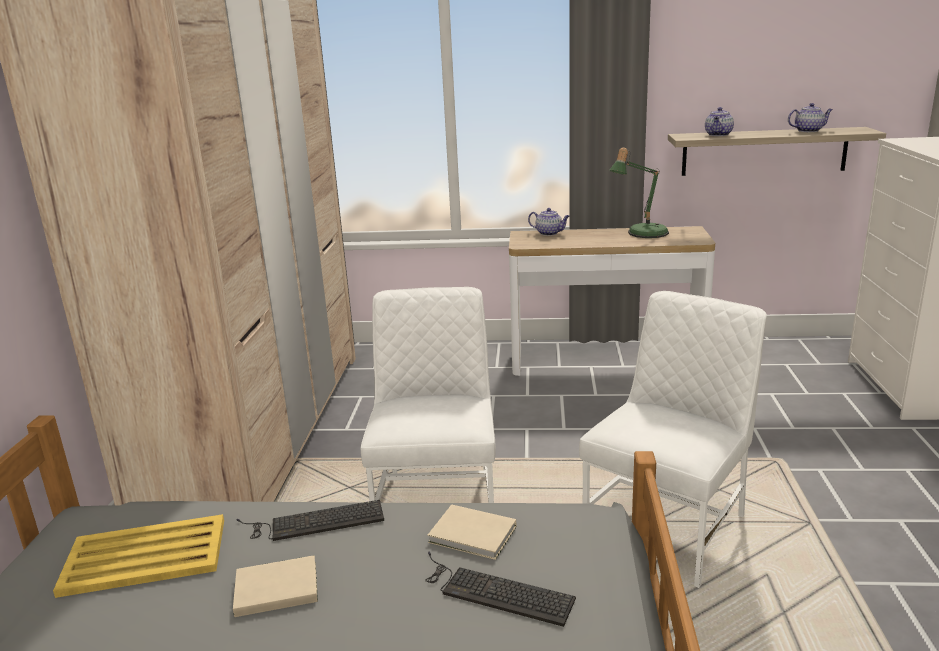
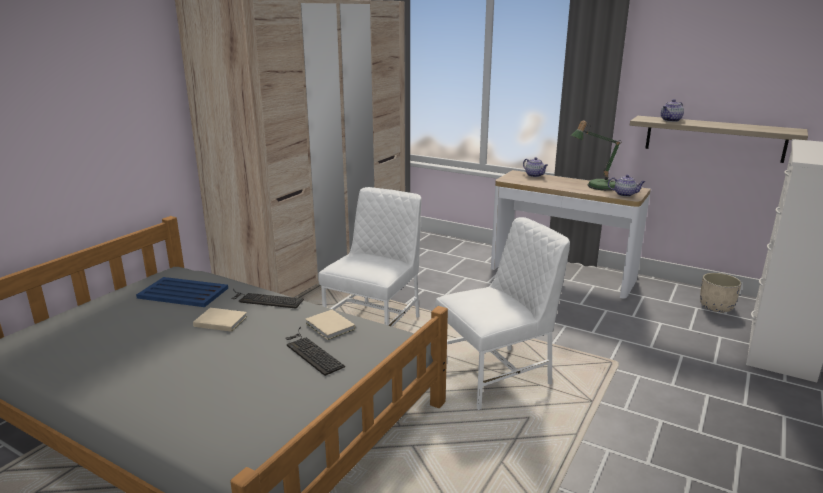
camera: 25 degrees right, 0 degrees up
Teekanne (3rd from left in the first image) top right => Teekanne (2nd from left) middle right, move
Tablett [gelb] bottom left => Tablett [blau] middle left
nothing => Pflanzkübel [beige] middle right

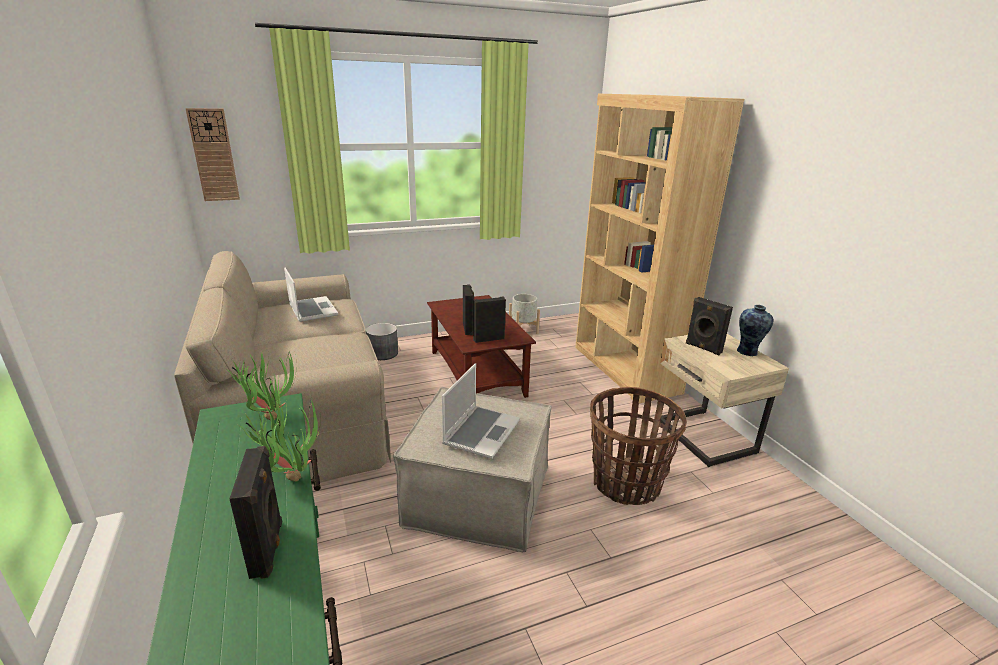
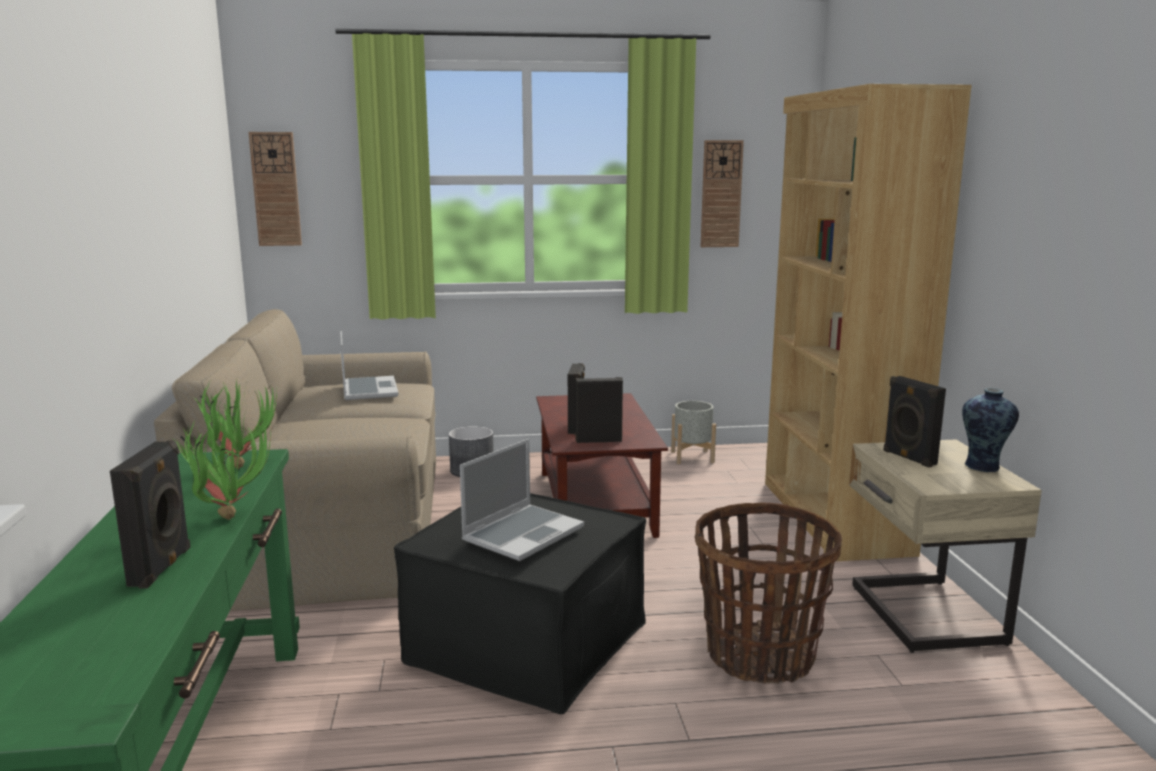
camera: 15 degrees right, 10 degrees down
Polsterhocker [beige] bottom centre => Polsterhocker [schwarz] bottom centre
nothing => Wanduhr (2nd from left) top centre

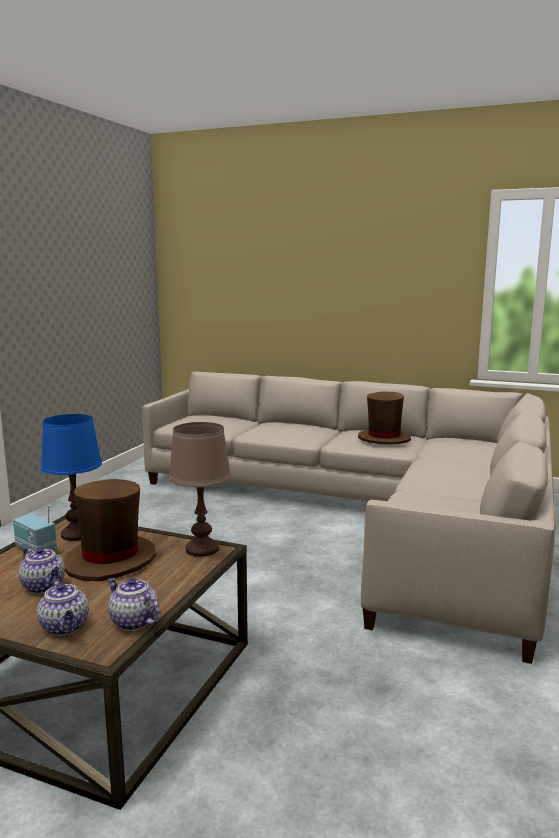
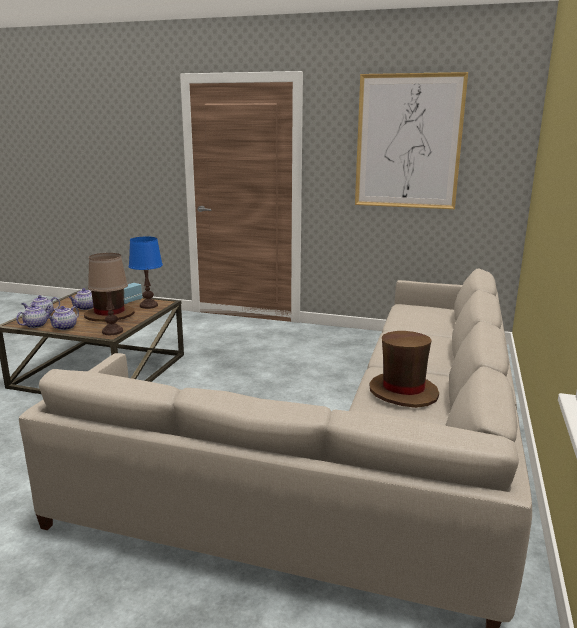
camera: 85 degrees right, 5 degrees up
nothing => Bild top right
nothing => Teekanne (3rd from left) middle left

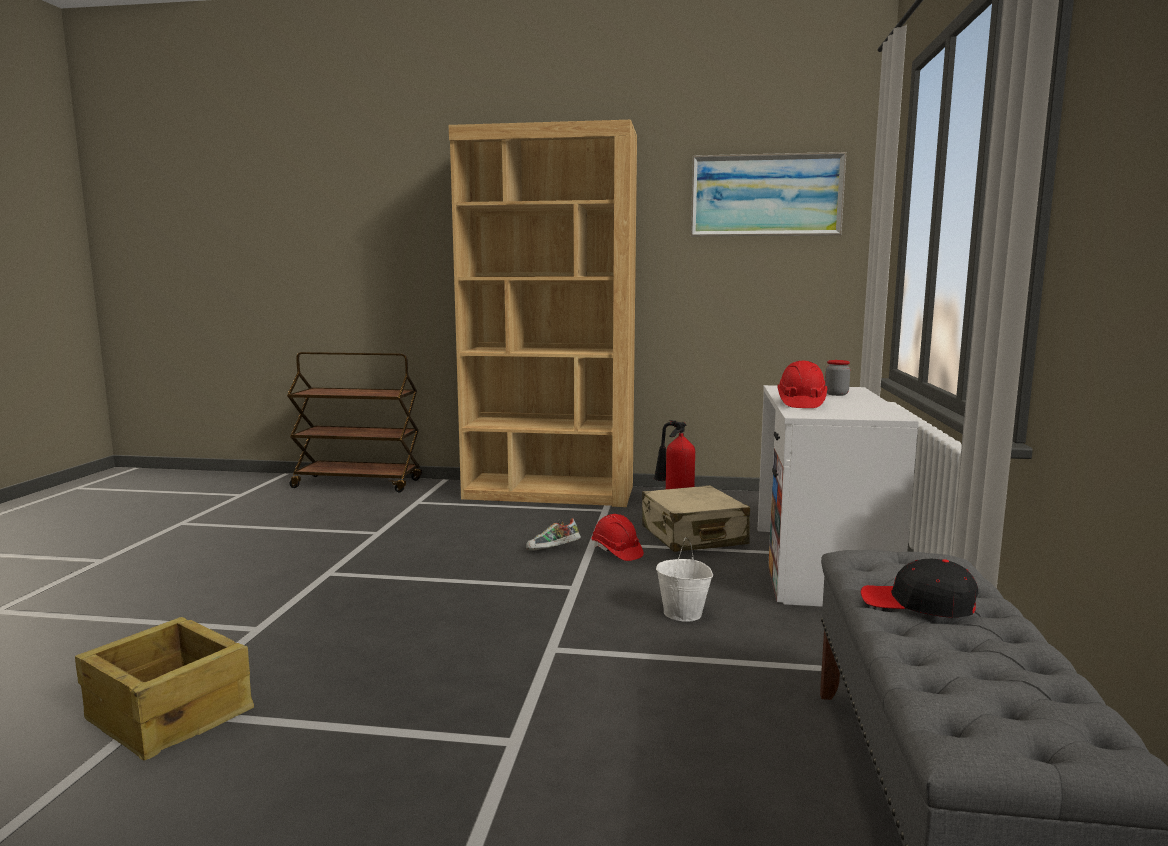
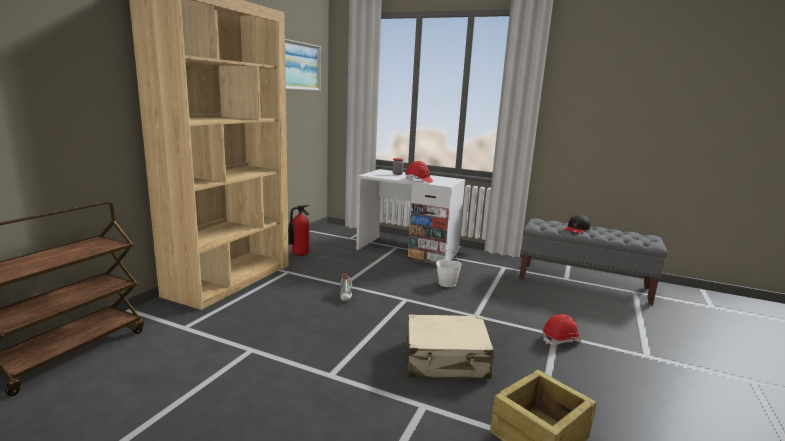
camera: 75 degrees left, 5 degrees up
Koffer [beige] centre => Koffer [beige] bottom centre, move
Schutzhelm [rot] (1st from left in the first image) centre => Schutzhelm [rot] (2nd from left) bottom right, move

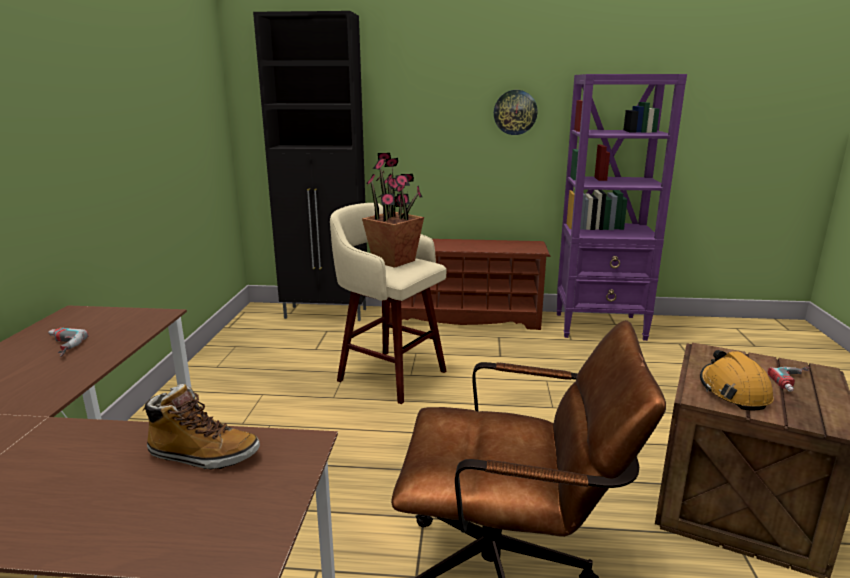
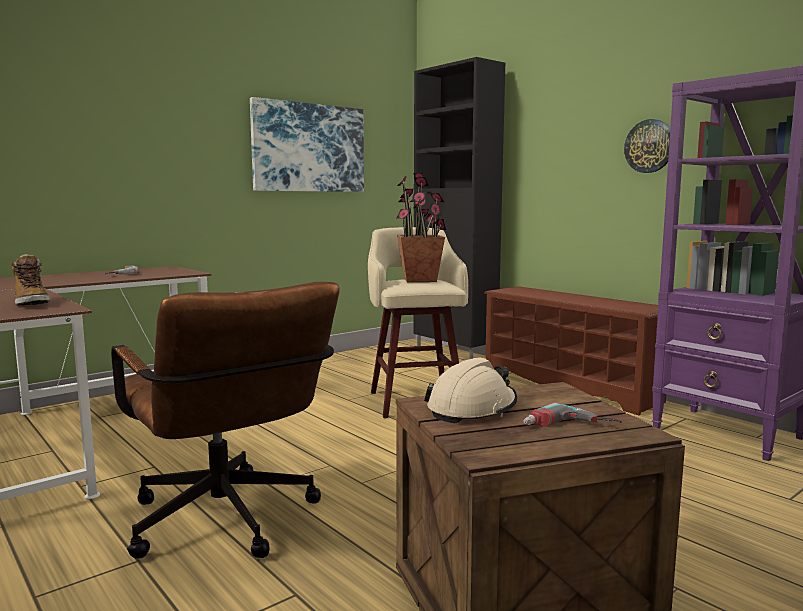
camera: 45 degrees right, 10 degrees down
Schutzhelm [orange] middle right => Schutzhelm [beige] centre
nothing => Bild top centre

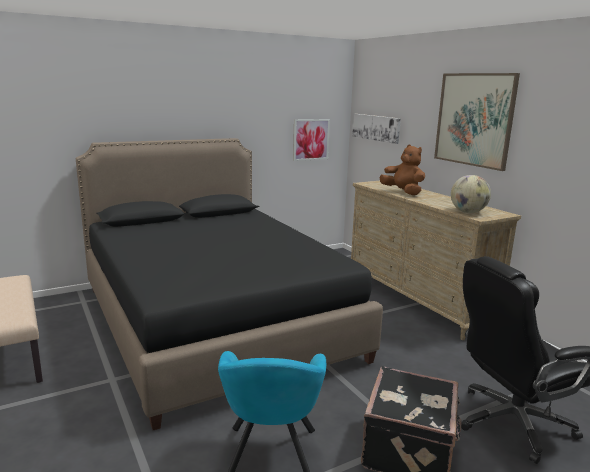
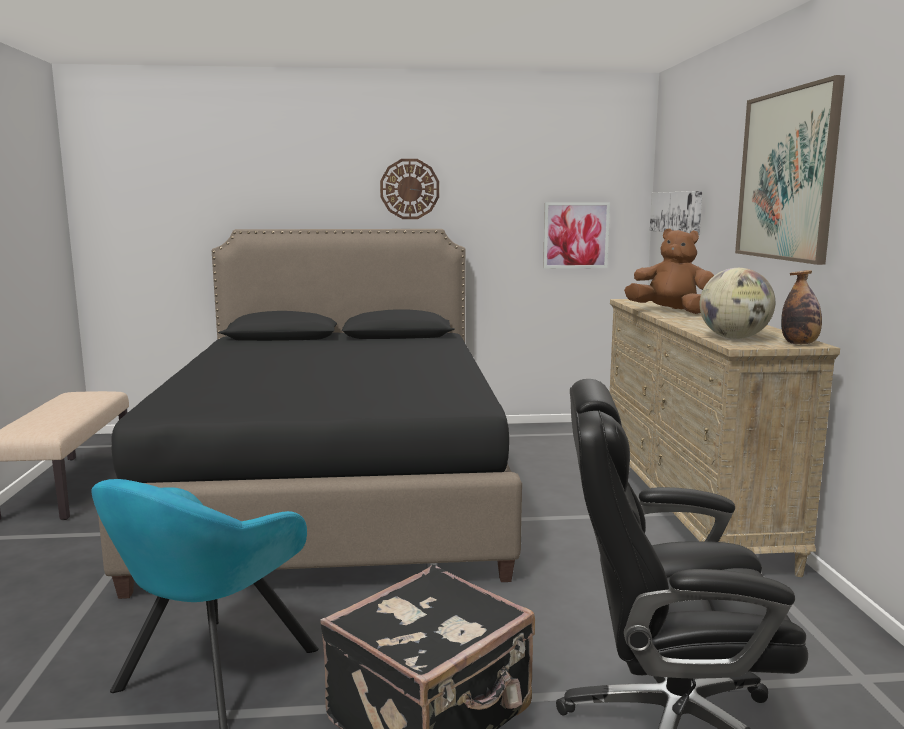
camera: 25 degrees right, 5 degrees down
Plüschtier [braun] middle right, 45 degrees counterclockwise
nothing => Wanduhr top centre
nothing => Flasche middle right

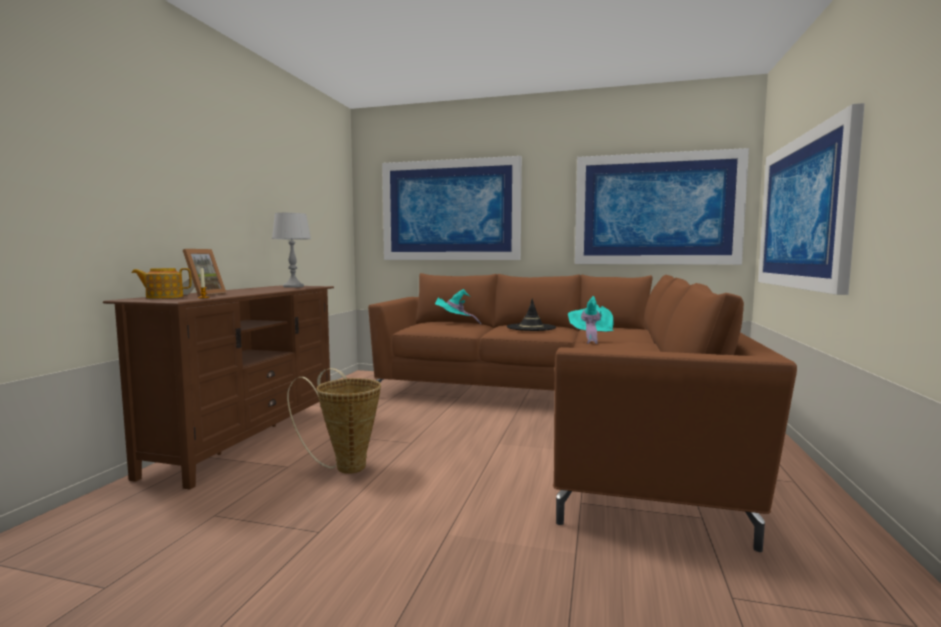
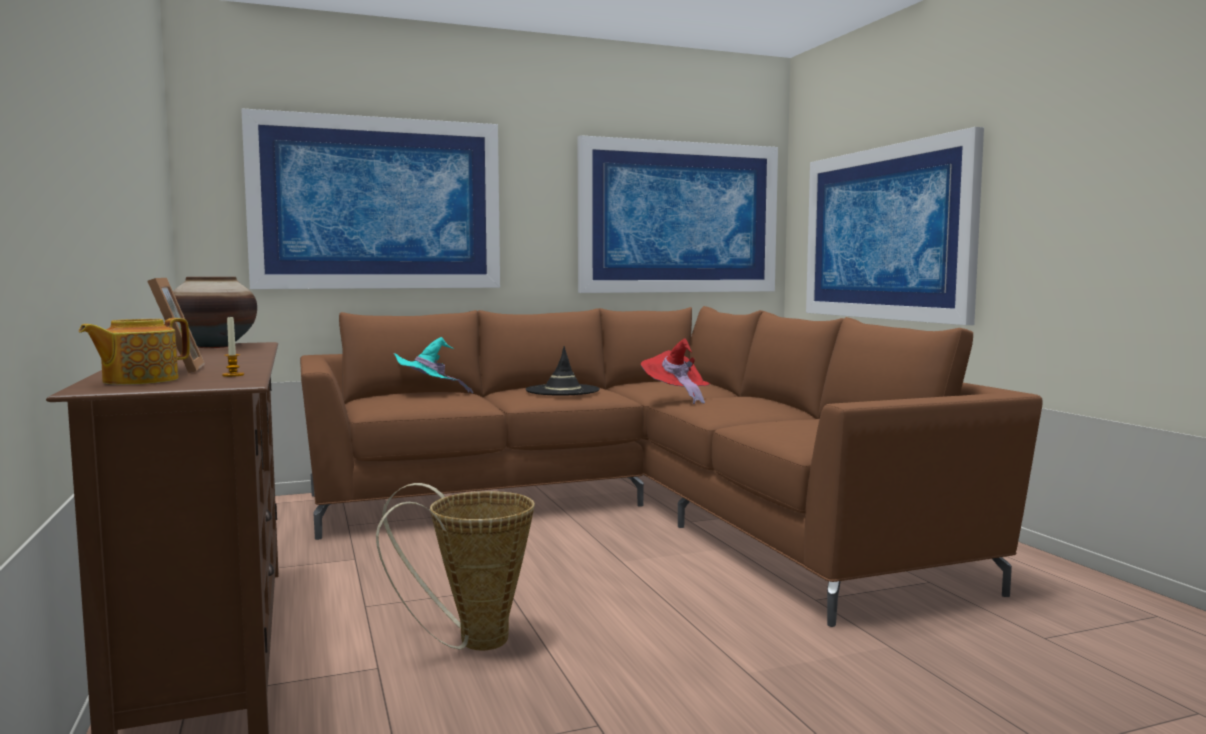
camera: 35 degrees left, 0 degrees up
Tischlampe [grau] middle left => Vase middle left
Hut [türkis] (2nd from left) centre => Hut [rot] centre

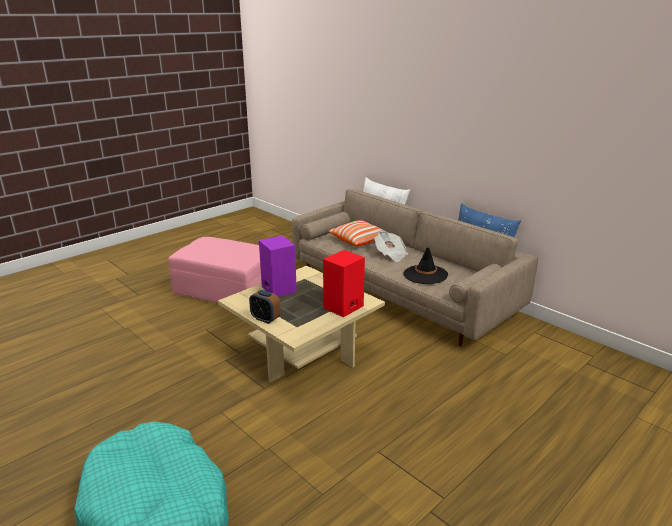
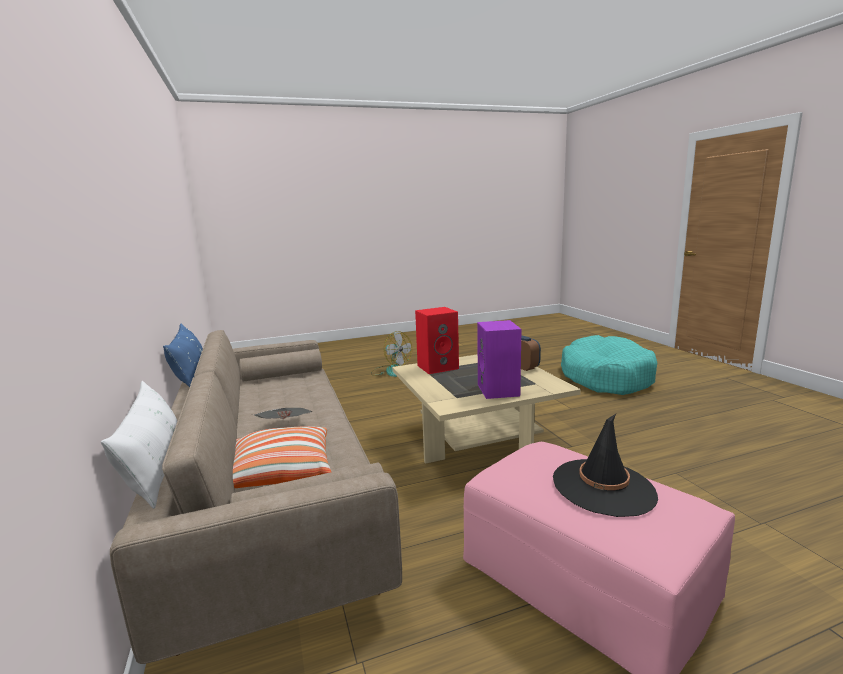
camera: 155 degrees left, 10 degrees down
Hut [schwarz] centre => Hut [schwarz] bottom right, move
nothing => Ventilator centre

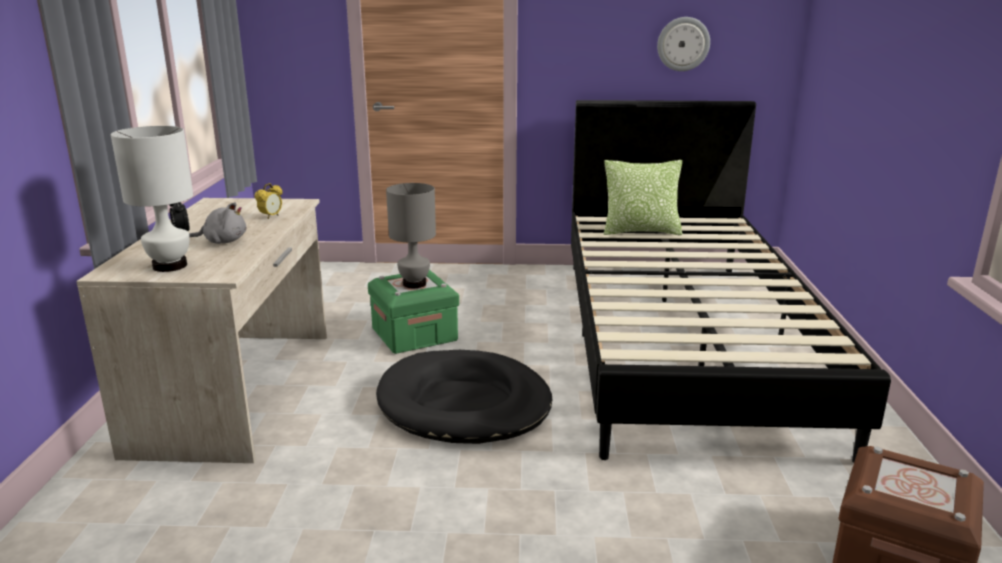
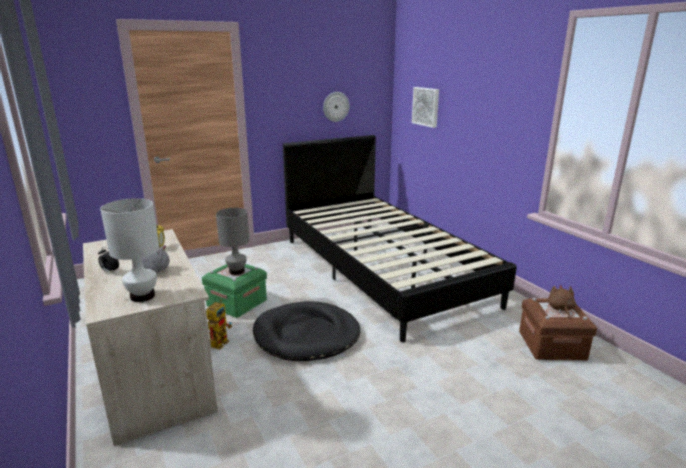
camera: 30 degrees left, 0 degrees up
Kissen centre => nothing
nothing => Bild top centre
nothing => Plüschtier [braun] middle right
nothing => Spielzeugroboter bottom left

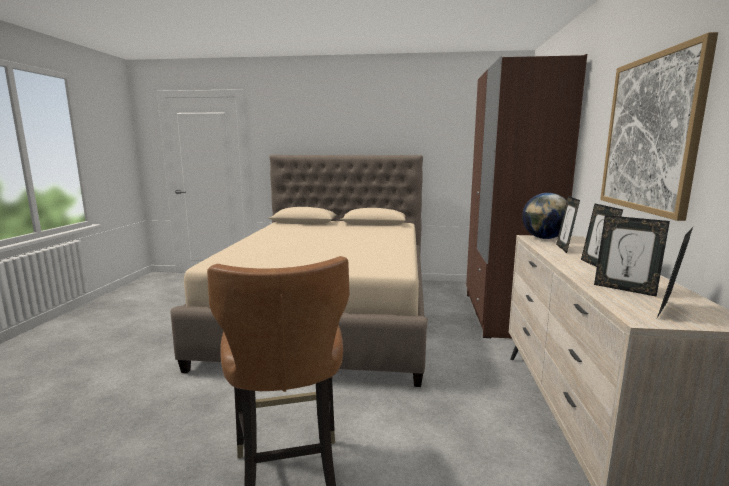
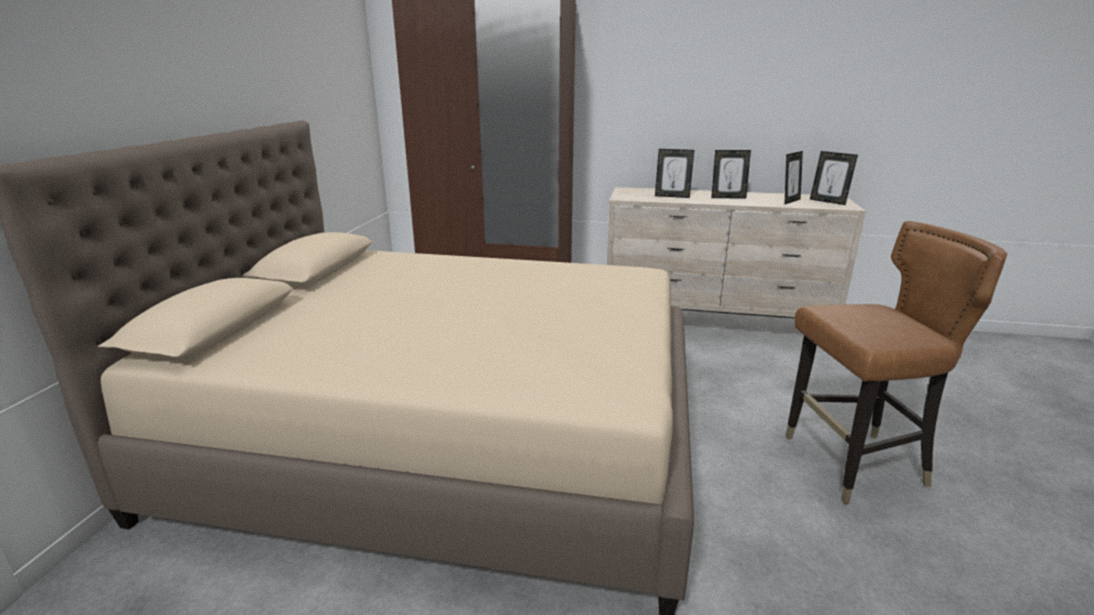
camera: 85 degrees left, 10 degrees up
Bild top right => nothing
Globus middle right => nothing

